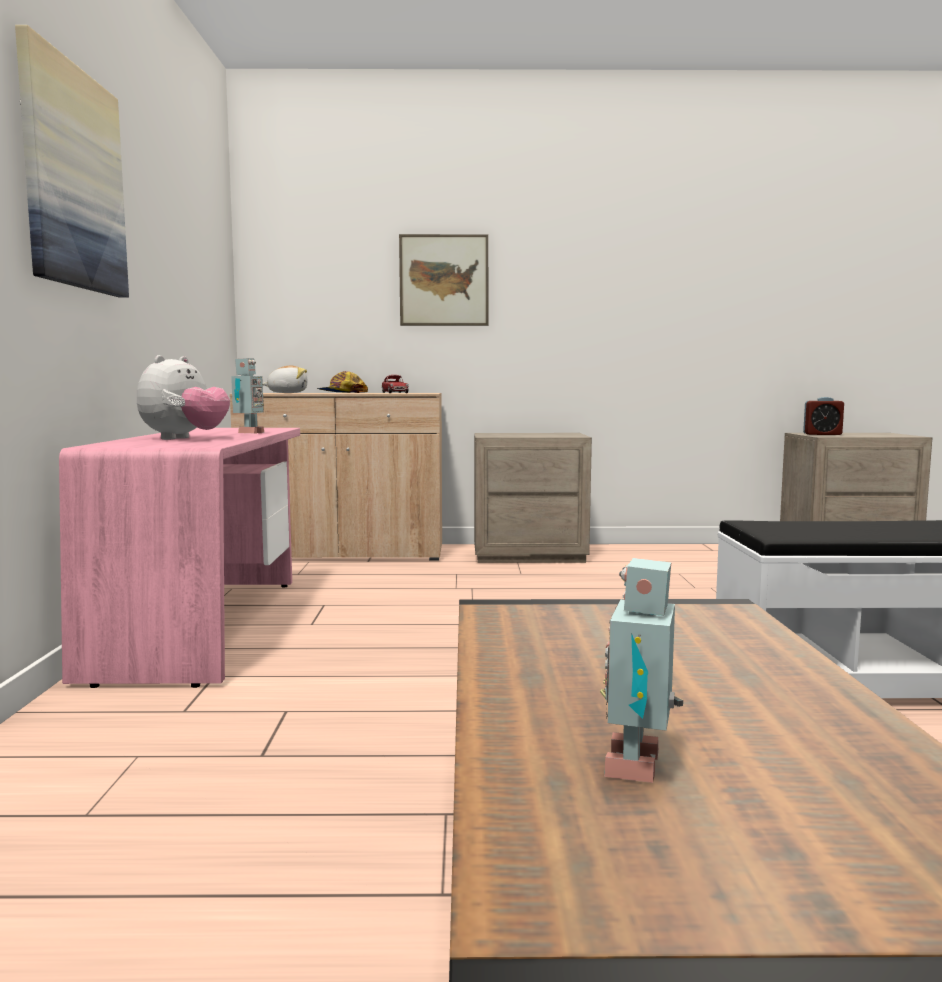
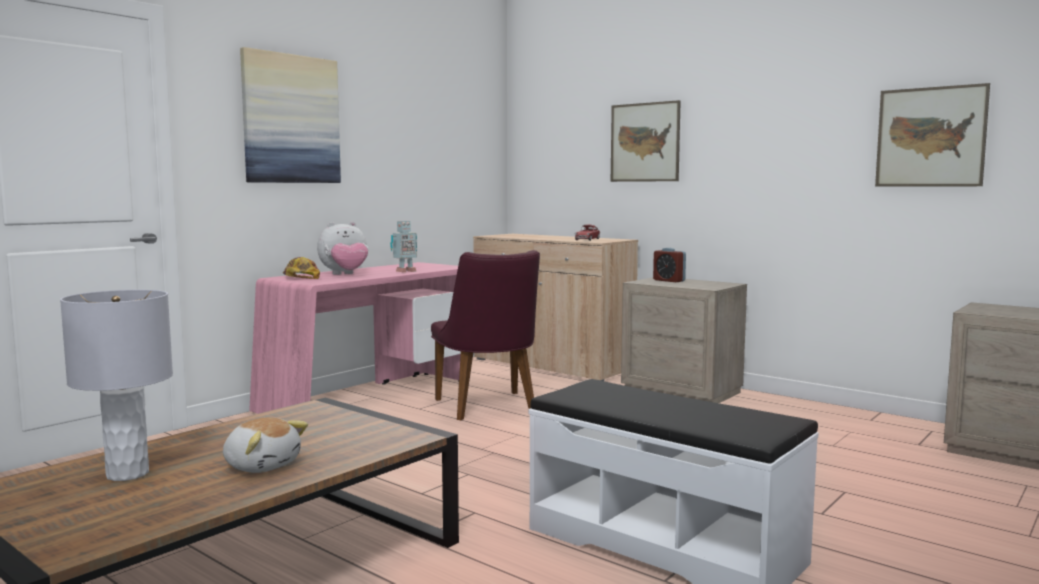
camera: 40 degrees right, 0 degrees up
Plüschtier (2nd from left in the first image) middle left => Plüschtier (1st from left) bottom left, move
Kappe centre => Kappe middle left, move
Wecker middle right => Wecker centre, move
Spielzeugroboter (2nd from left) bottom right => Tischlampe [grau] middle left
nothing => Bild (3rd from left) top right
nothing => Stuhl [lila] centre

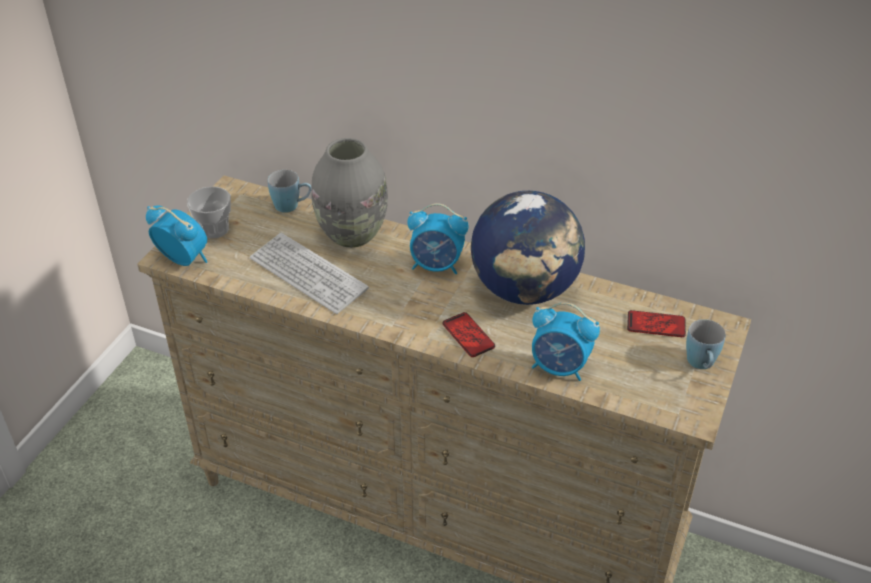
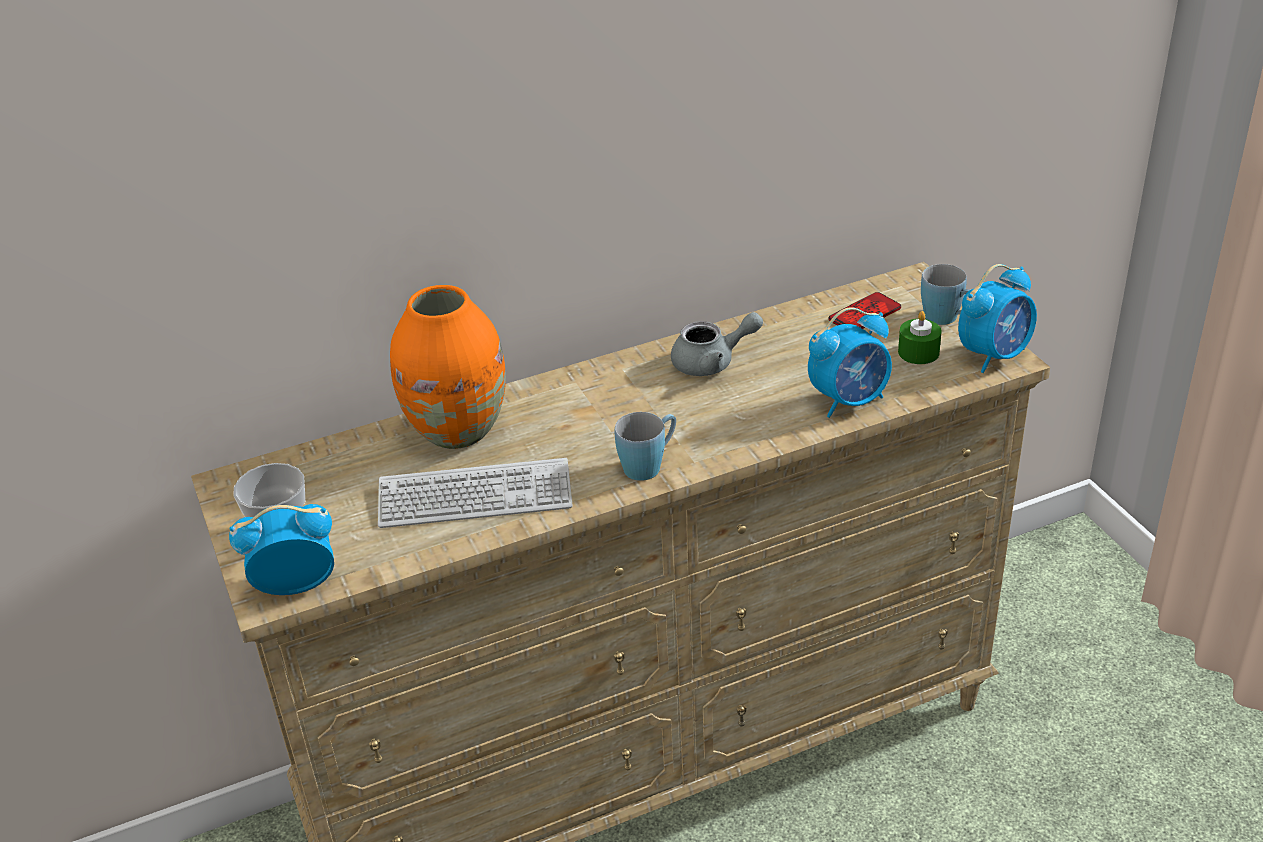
camera: 45 degrees left, 5 degrees down
Vase [grau] top centre => Vase [orange] centre
Henkelbecher [blau] (1st from left) top left => Henkelbecher [blau] (1st from left) centre, move
Globus centre => Teekanne [grau] centre
Wecker (2nd from left in the first image) centre => Wecker (3rd from left) middle right, move
Handy (1st from left) centre => nothing
nothing => Kerze [grün] middle right

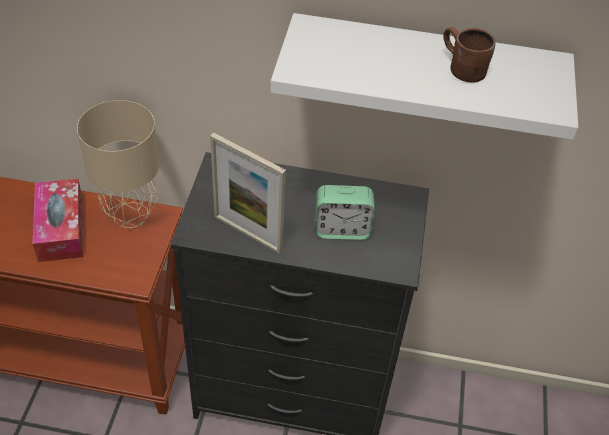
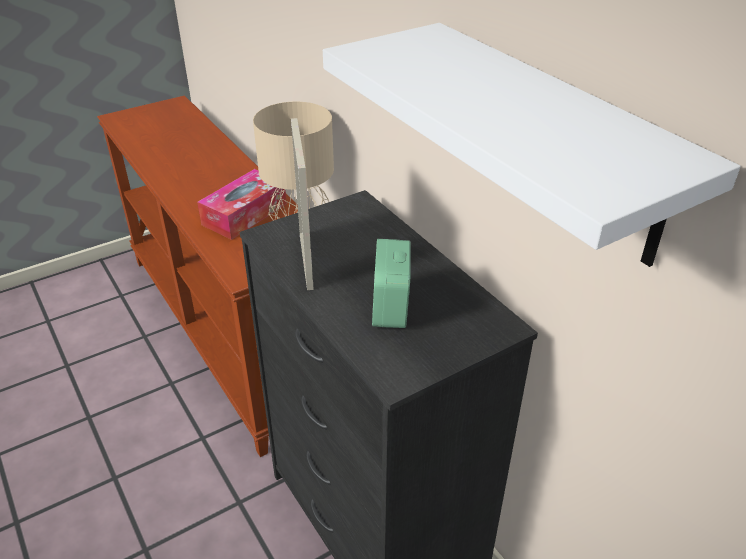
camera: 50 degrees right, 10 degrees down
Henkelbecher [braun] top right => nothing
Wecker centre, 45 degrees clockwise

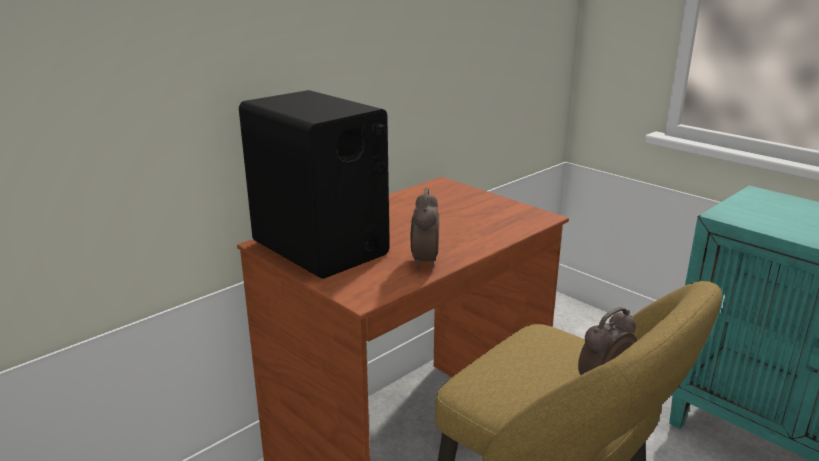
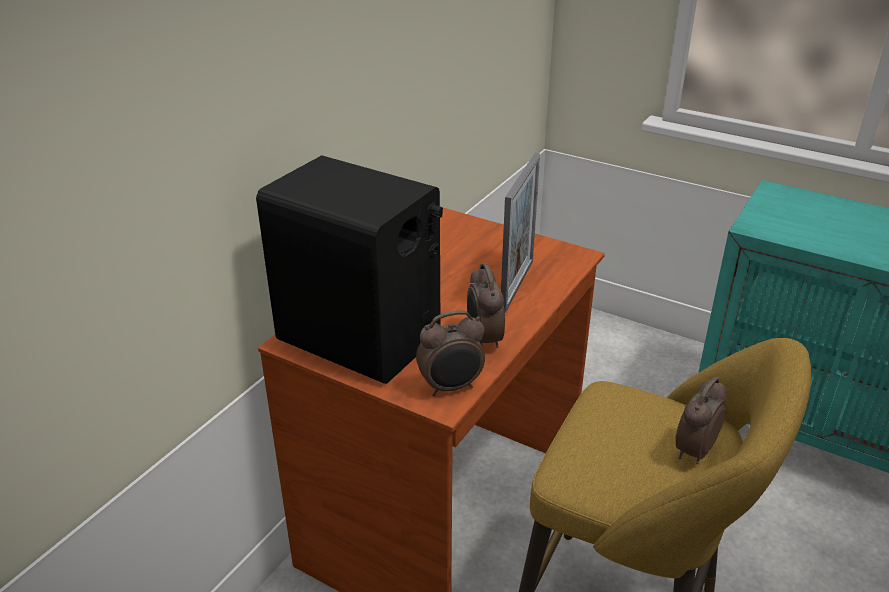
camera: 15 degrees left, 10 degrees up
nothing => Bilderrahmen centre
nothing => Wecker (1st from left) centre

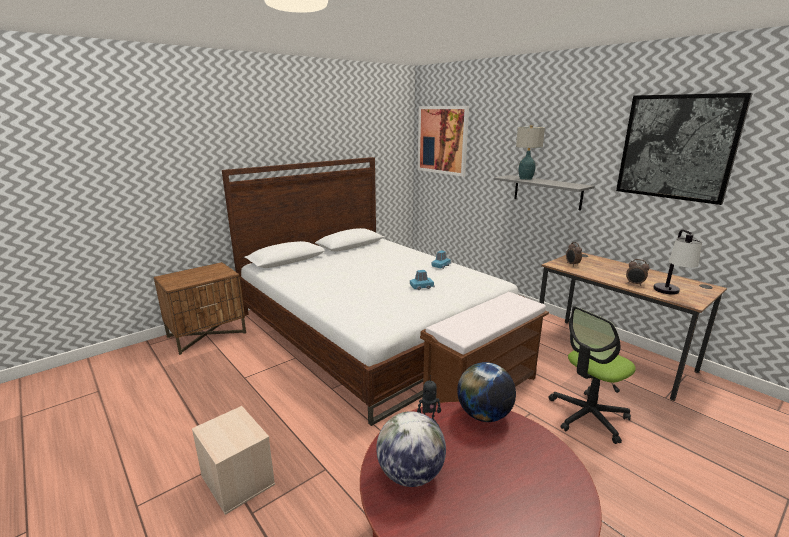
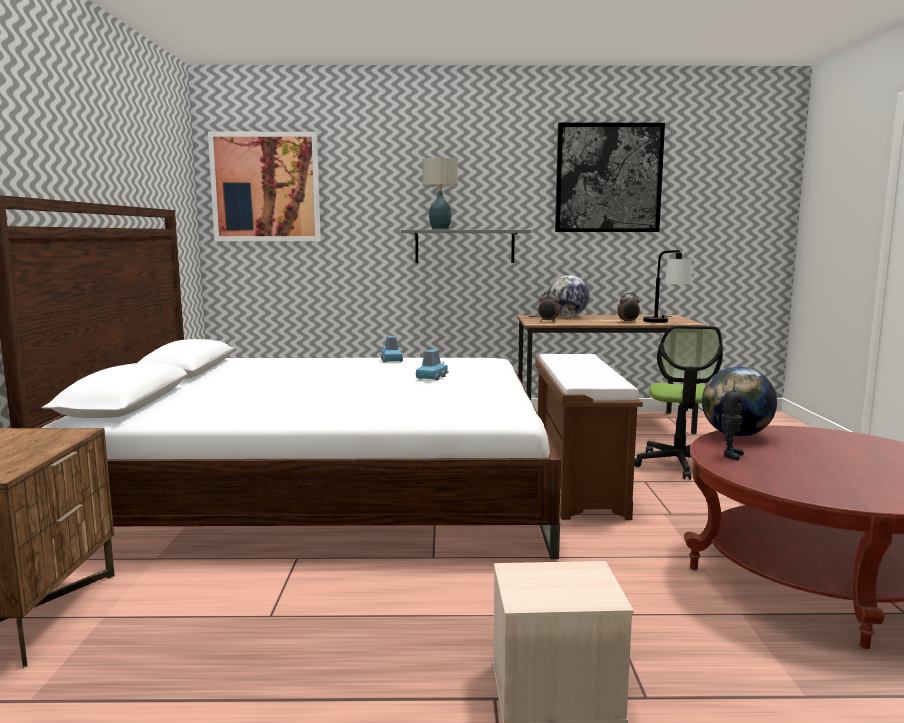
camera: 50 degrees left, 10 degrees down
Globus (1st from left) bottom centre => Globus (1st from left) centre, move

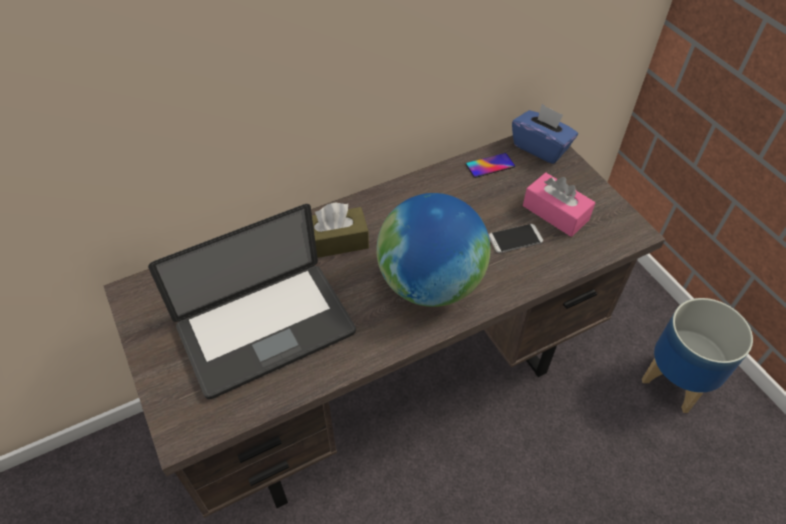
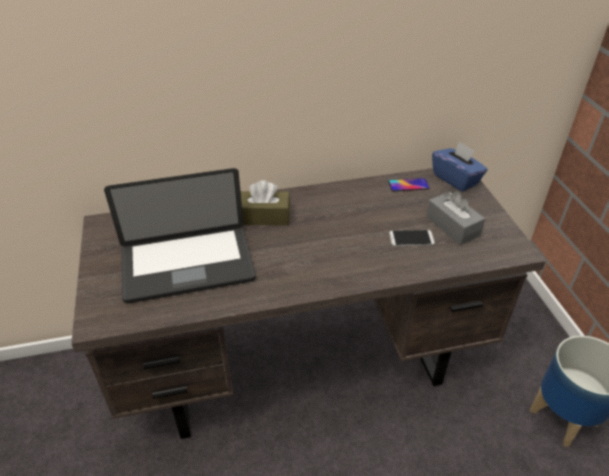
camera: 15 degrees right, 10 degrees down
Taschentuchbox [rosa] middle right => Taschentuchbox [grau] middle right
Globus centre => nothing

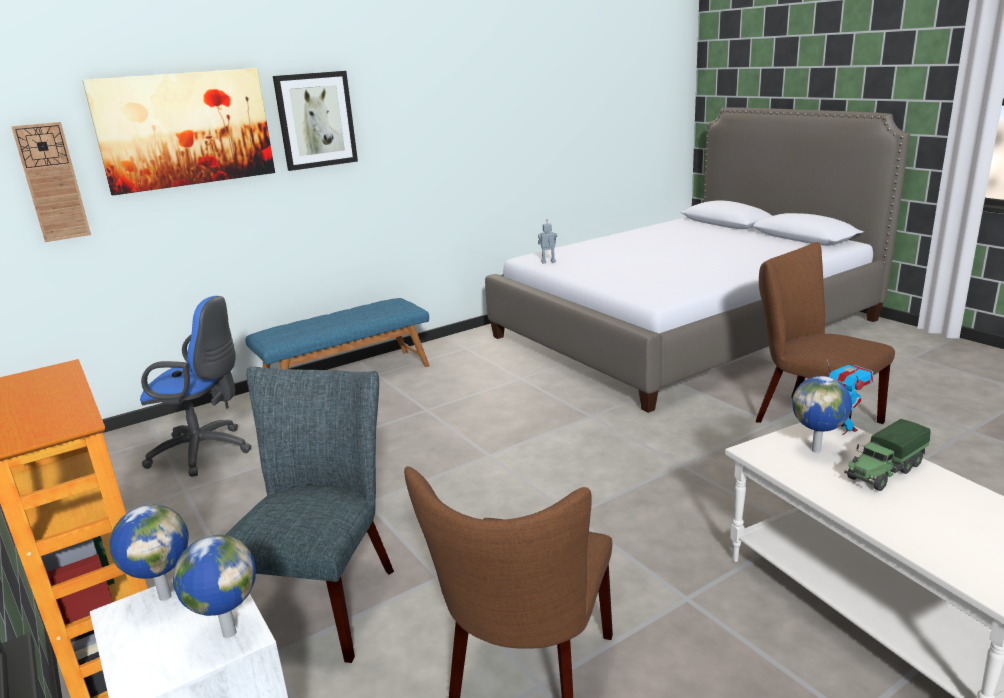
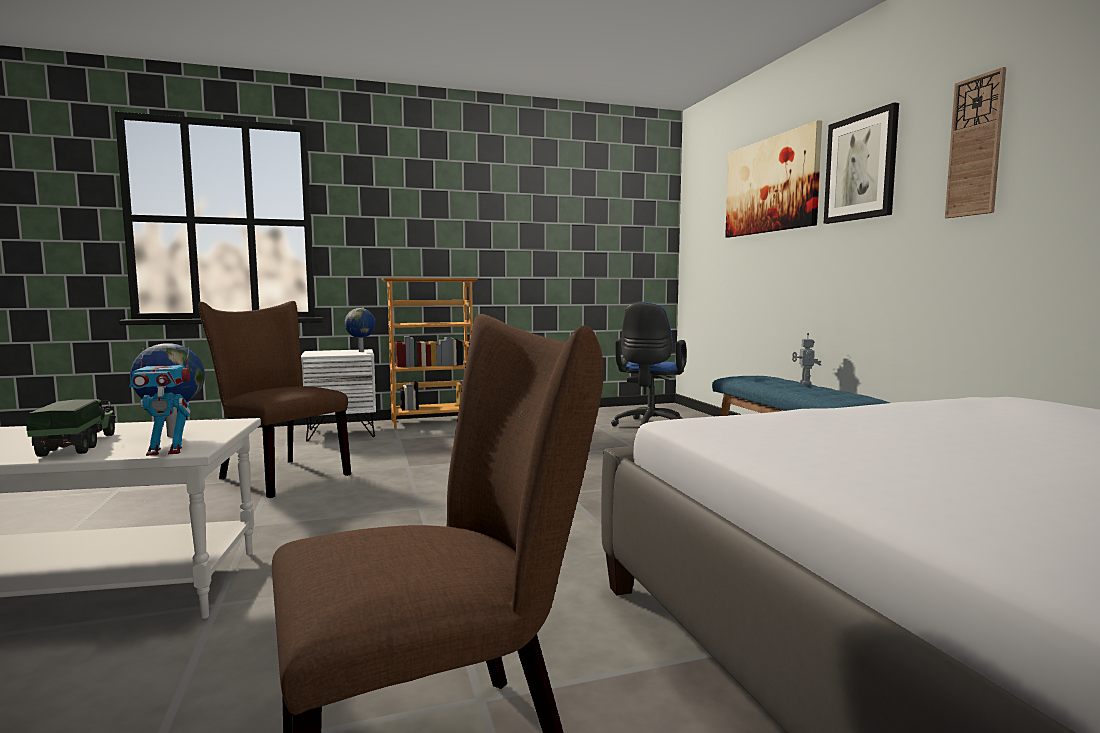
camera: 105 degrees right, 15 degrees down
Wanduhr top left => Wanduhr top right, move
Spielzeugroboter (1st from left in the first image) centre => Spielzeugroboter (2nd from left) middle right, move
Stuhl [grau] bottom left => nothing
Globus (2nd from left) bottom left => nothing

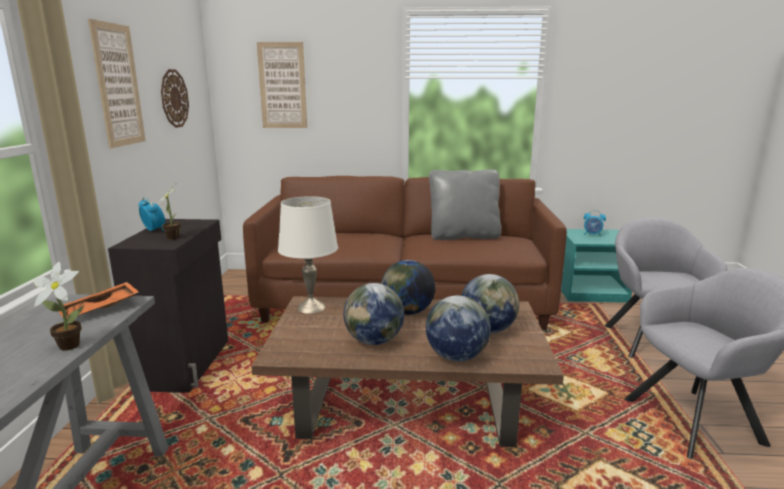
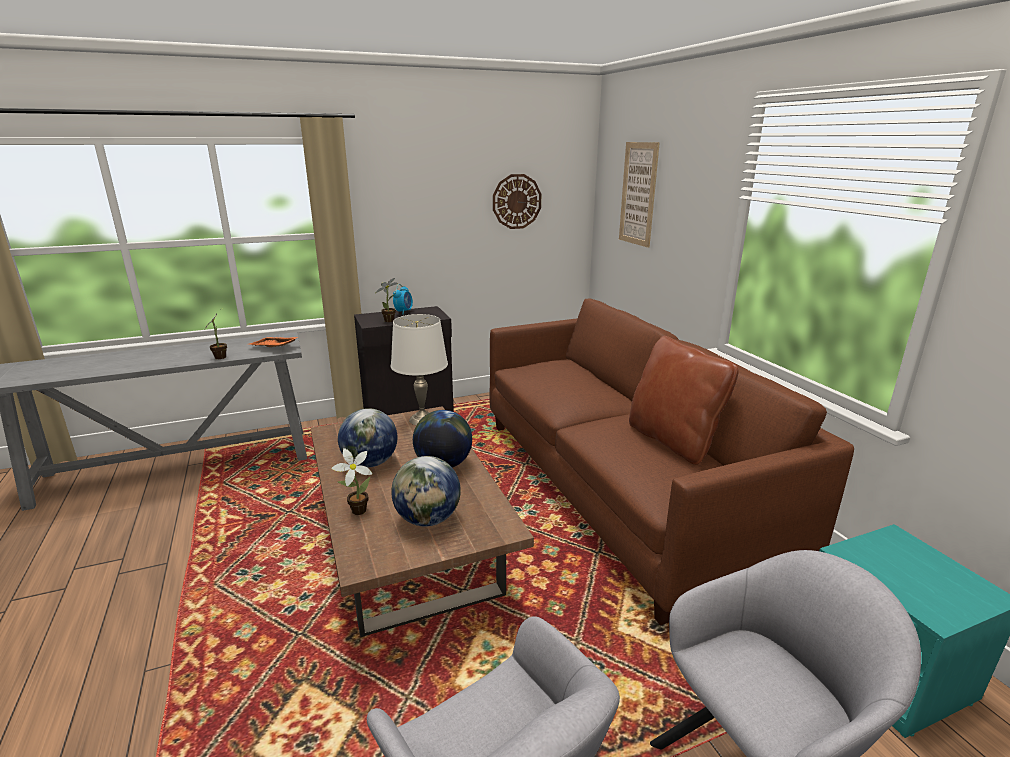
camera: 65 degrees right, 5 degrees up
Bild (1st from left) top left => nothing
Kissen [grau] centre => Kissen [braun] middle right
Wecker (2nd from left) middle right => nothing
Globus (3rd from left) bottom centre => Topfpflanze (2nd from left) centre

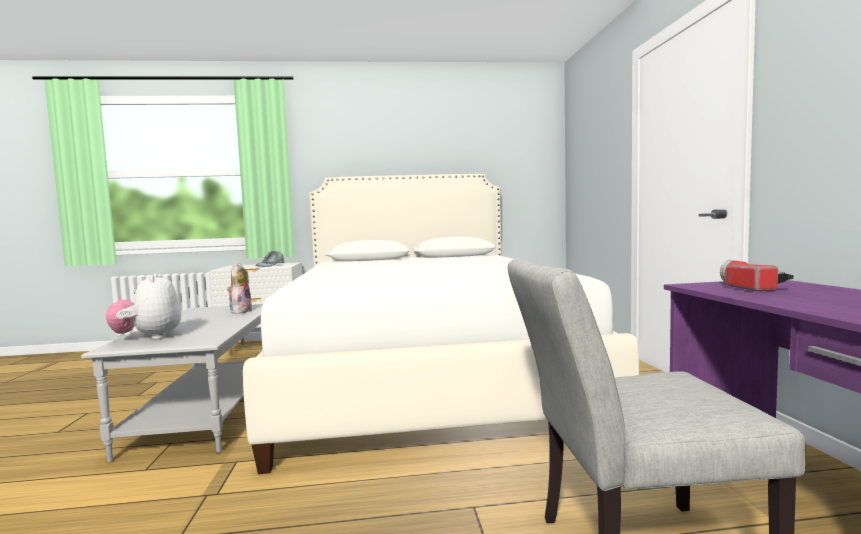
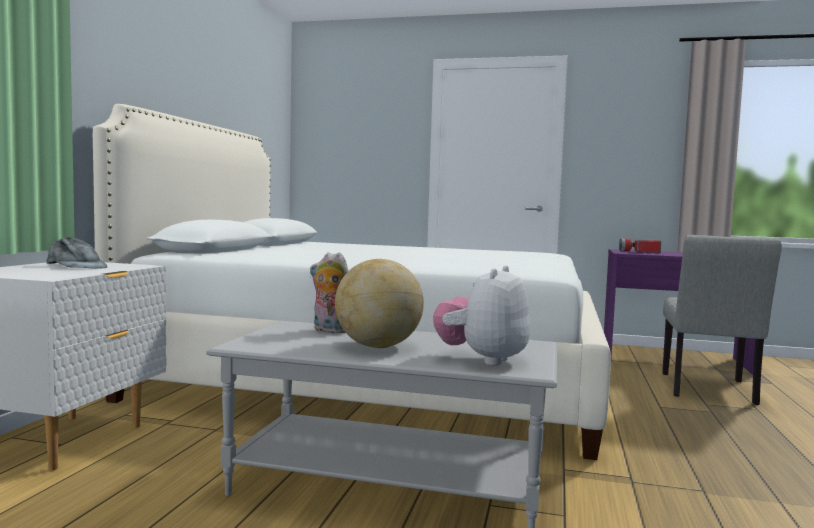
camera: 70 degrees left, 0 degrees up
Plüschtier (1st from left in the first image) middle left => Plüschtier (2nd from left) centre, 120 degrees clockwise
nothing => Globus centre

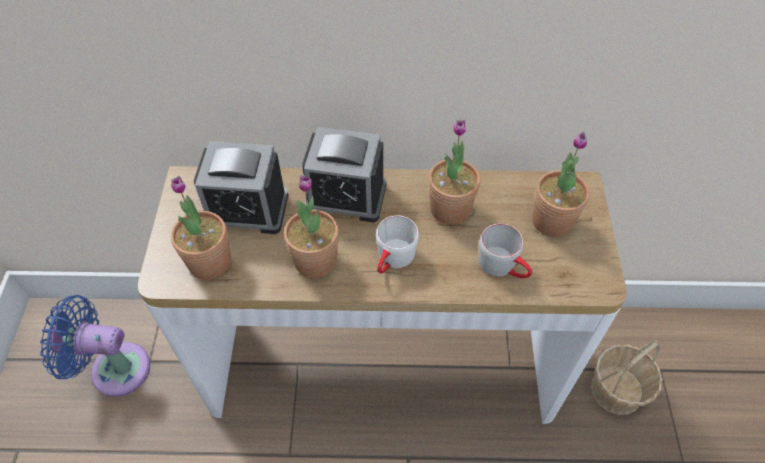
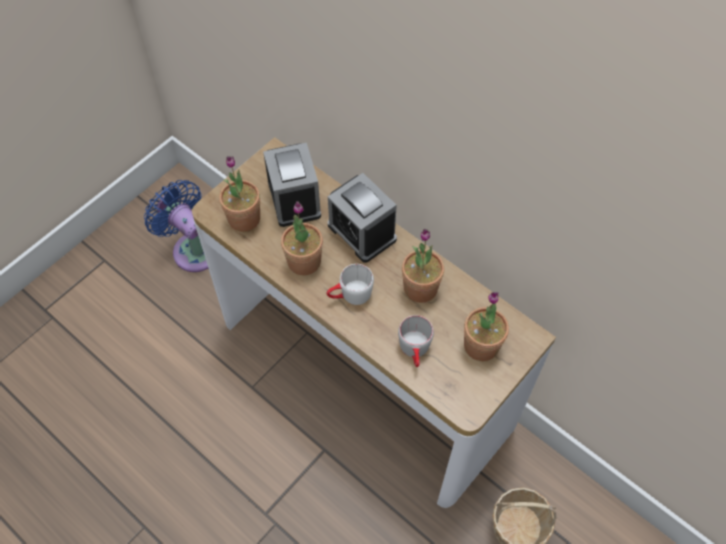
camera: 40 degrees right, 5 degrees up
Wecker (1st from left) middle left => Wecker (1st from left) centre, 150 degrees counterclockwise

